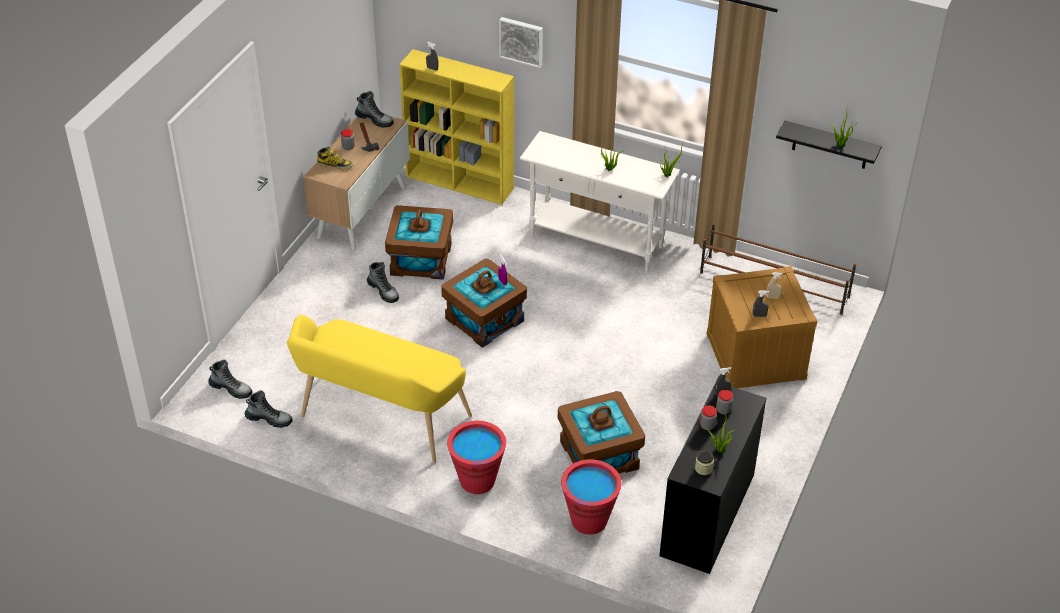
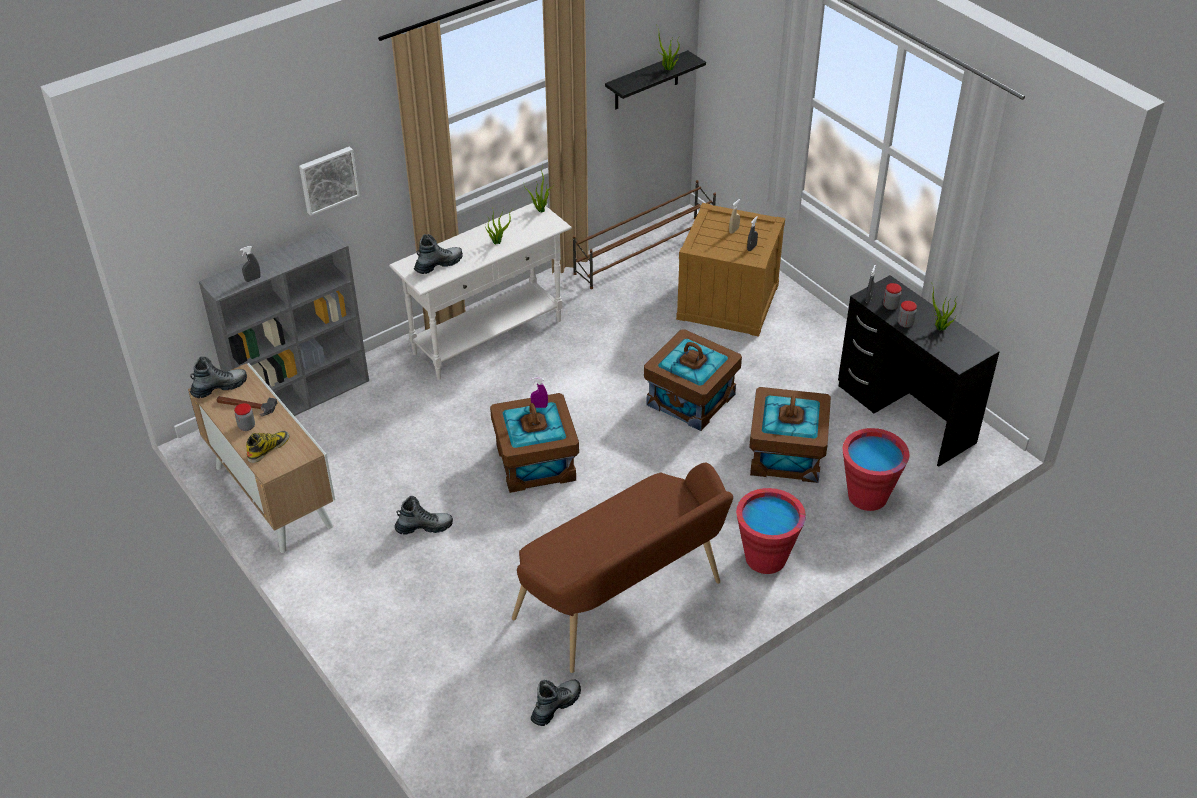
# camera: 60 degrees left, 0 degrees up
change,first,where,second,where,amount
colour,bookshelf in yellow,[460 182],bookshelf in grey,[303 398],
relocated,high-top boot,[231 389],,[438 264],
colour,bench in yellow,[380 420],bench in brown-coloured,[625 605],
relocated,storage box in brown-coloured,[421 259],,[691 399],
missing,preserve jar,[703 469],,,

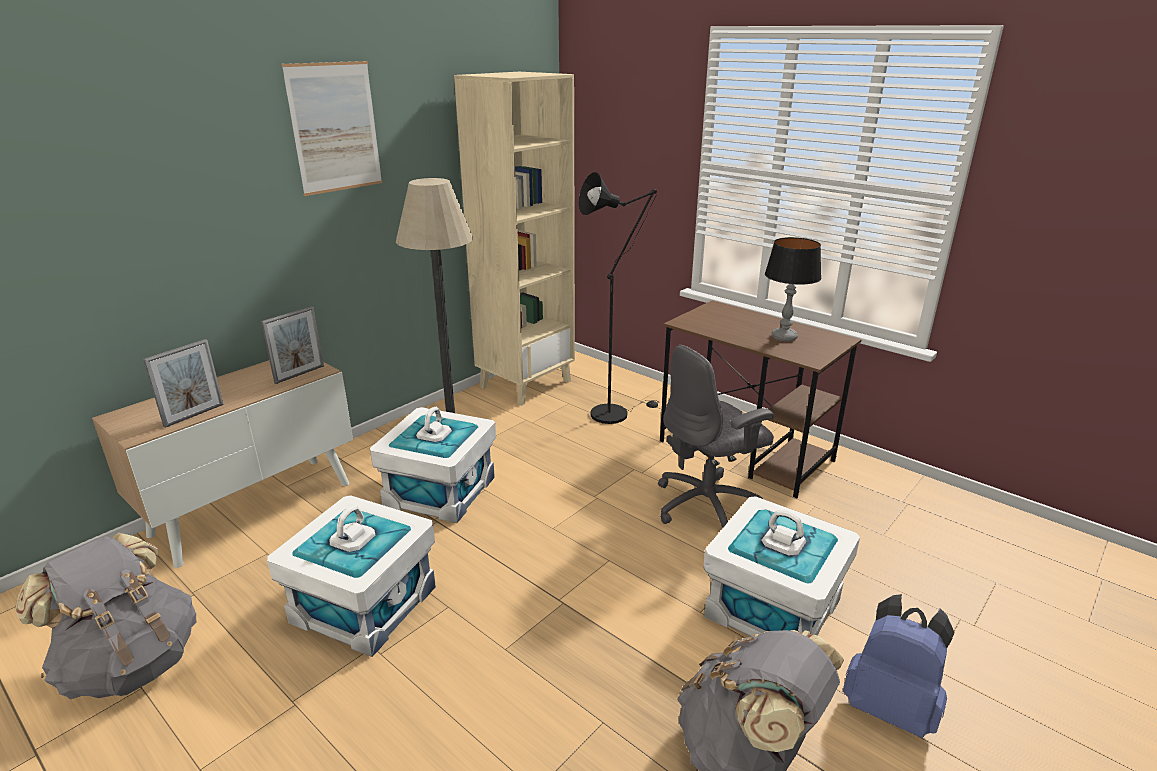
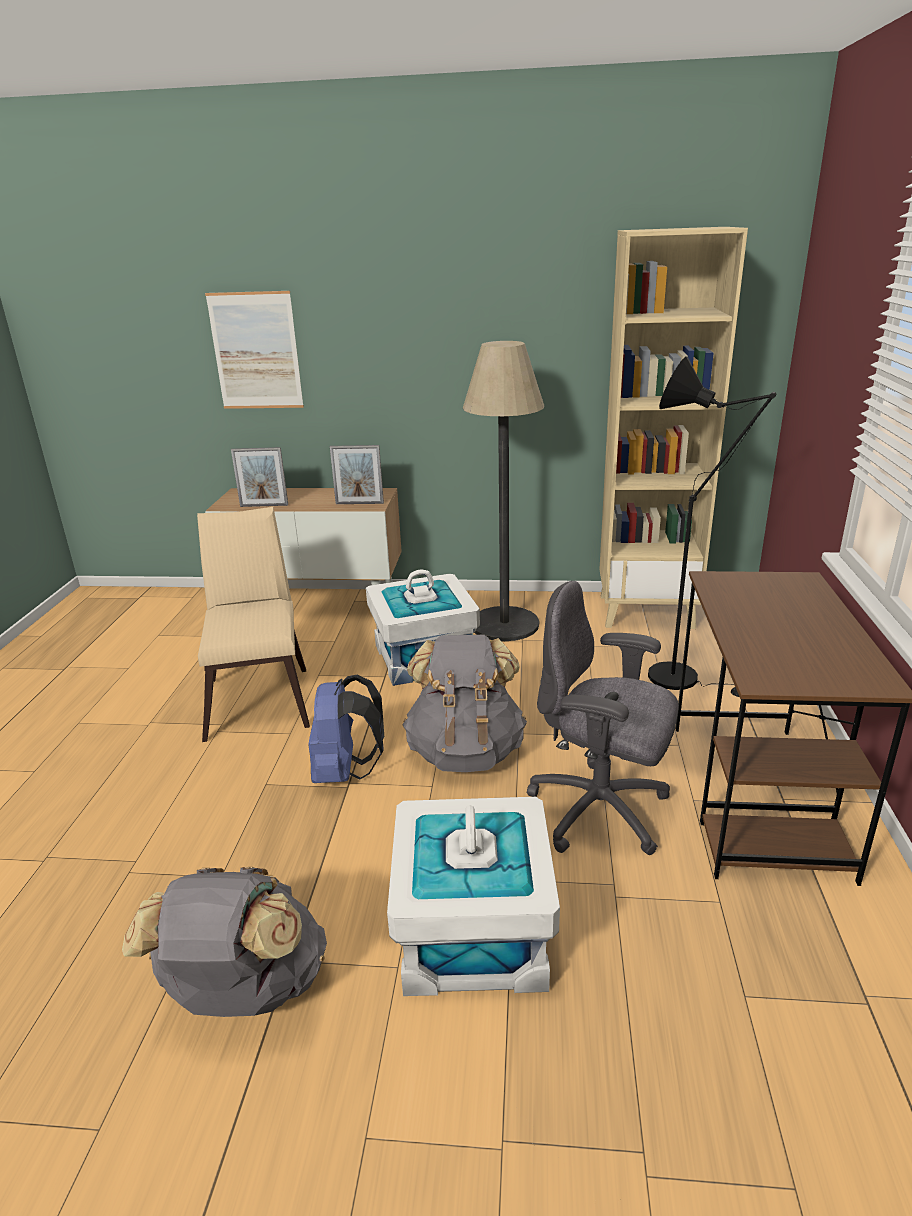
# camera: 55 degrees right, 0 degrees up
change,first,where,second,where,amount
exchanged,storage box in white,[363 604],chair in beige,[260 697],
relocated,wall picture,[335 128],,[256 351],
relocated,knapsack in blue-coloured,[890 707],,[345 772],
relocated,knapsack in grey,[131 663],,[465 751],
missing,tabletop lamp,[784 337],,,

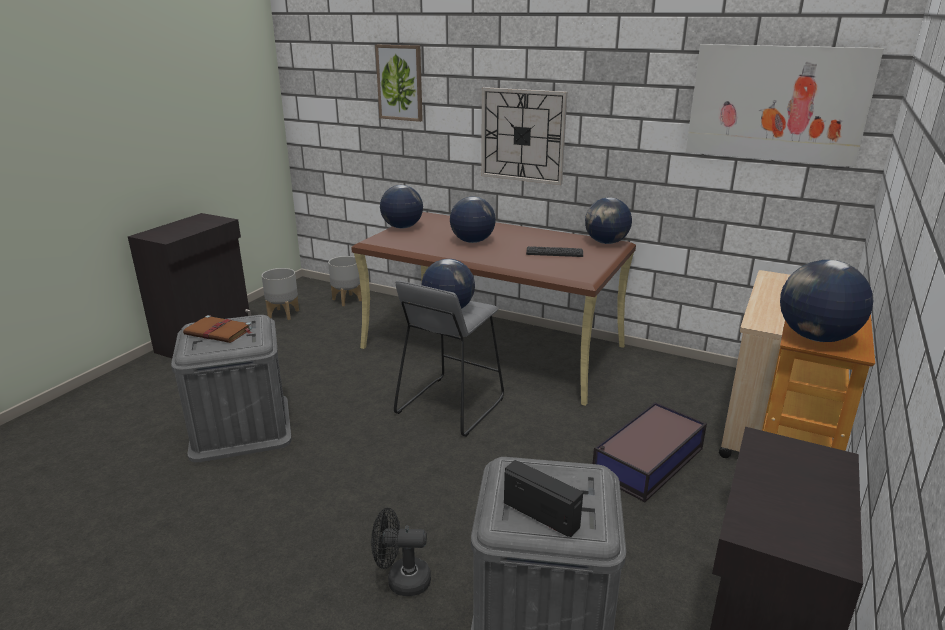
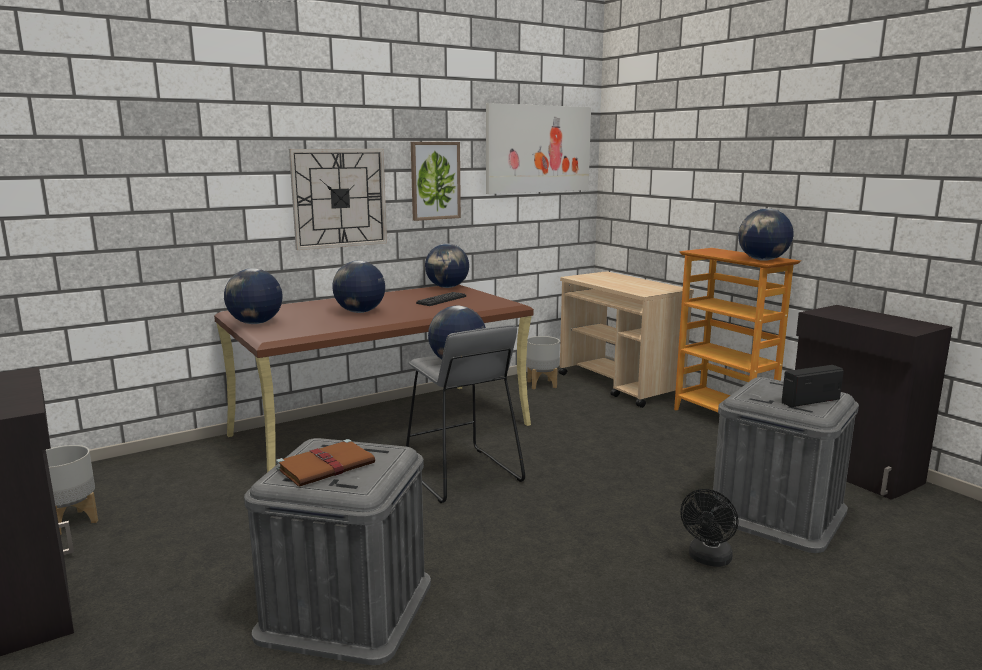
# camera: 60 degrees left, 10 degrees down
change,first,where,second,where,amount
relocated,wall picture,[400 83],,[435 180],
relocated,flower pot in grey,[347 300],,[541 384],
missing,storage box,[647 461],,,

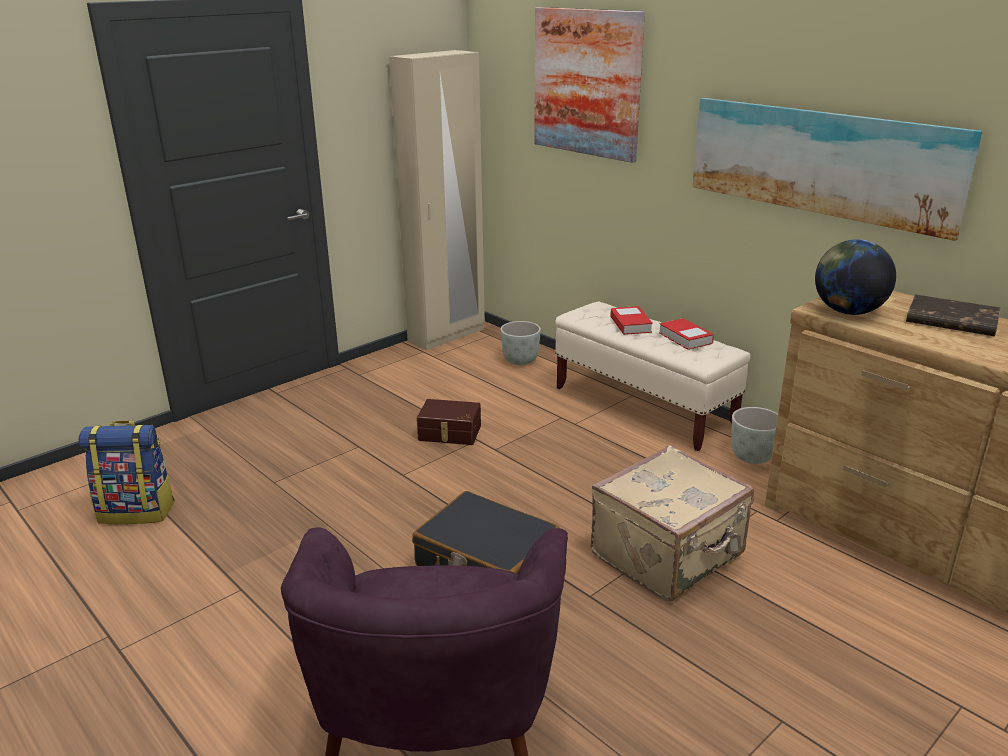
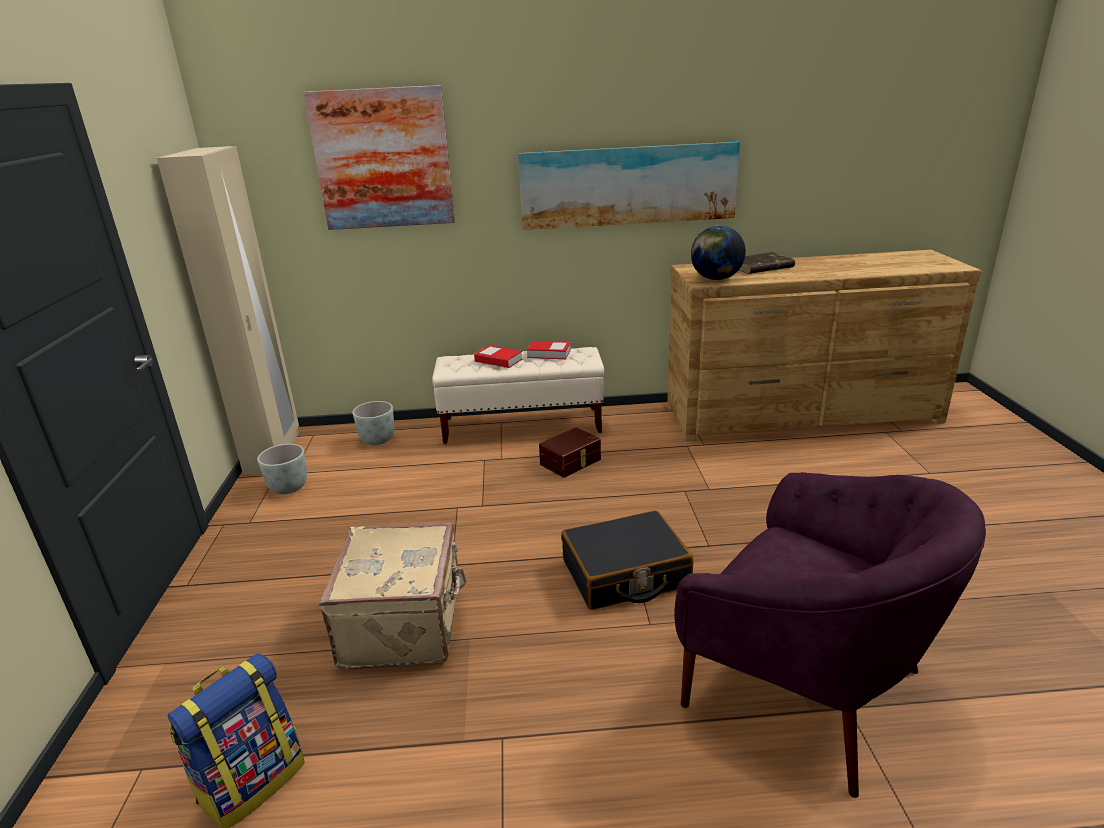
# camera: 50 degrees left, 0 degrees up
change,first,where,second,where,amount
relocated,flower pot in grey,[753 457],,[289 488],
relocated,travel case in beige,[669 556],,[405 624],
relocated,storage box in brown-coloured,[449 433],,[571 462],

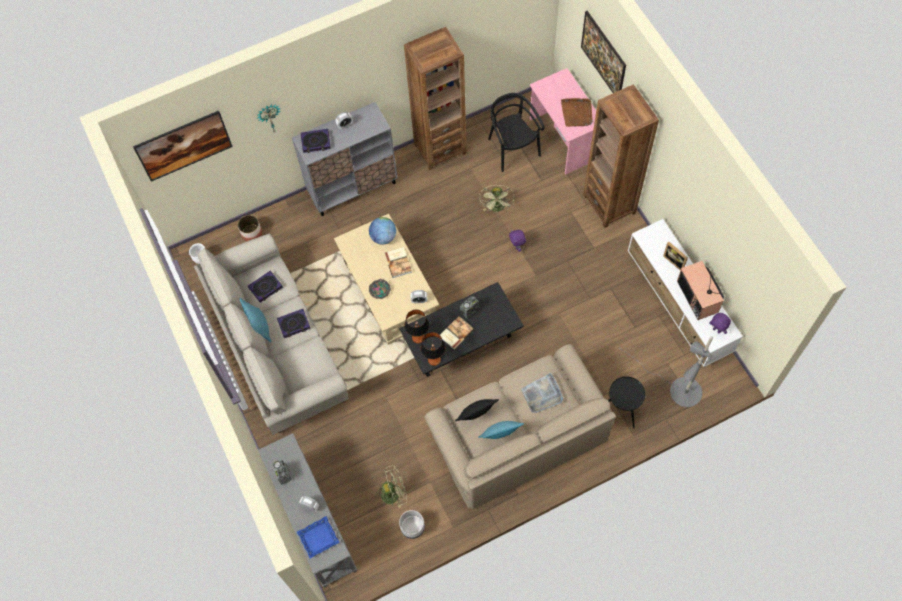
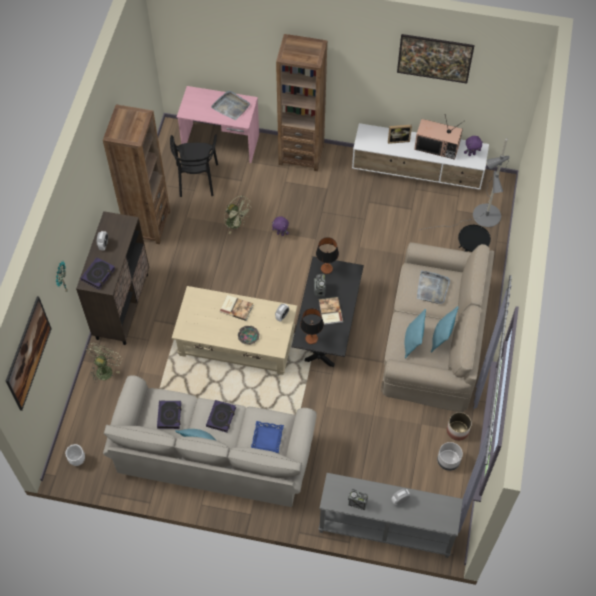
# camera: 55 degrees left, 5 degrees down
change,first,where,second,where,amount
colour,storage cabinet in grey,[353 188],storage cabinet in brown-coloured,[122 306],
relocated,cooling fan in green,[393 493],,[105 369],
spun,chair in blackish,[512 149],,[197 179],105 degrees counterclockwise
colour,tray in brown-coloured,[577 113],tray in grey,[231 106],
relocated,tray in blue-coloured,[318 538],,[267 438],
relocated,tabletop lamp,[434 359],,[326 269],
relocated,wall picture,[602 64],,[433 67],
colour,cushion in blackish,[476 415],cushion in turquoise,[412 342],
relocated,flower pot,[251 233],,[457 430],
missing,globe,[383 237],,,

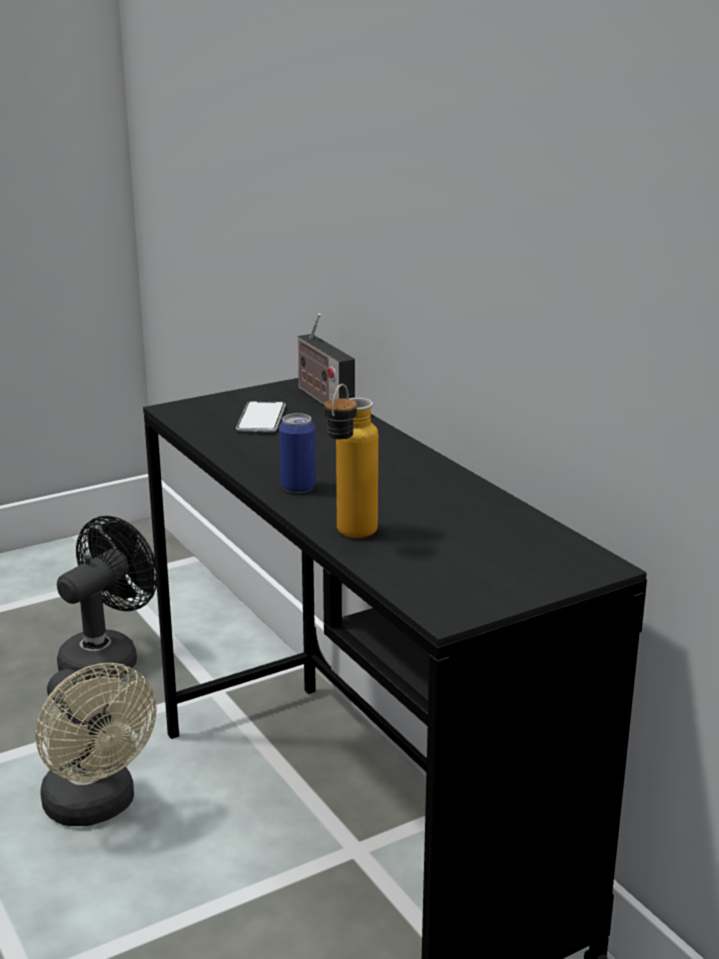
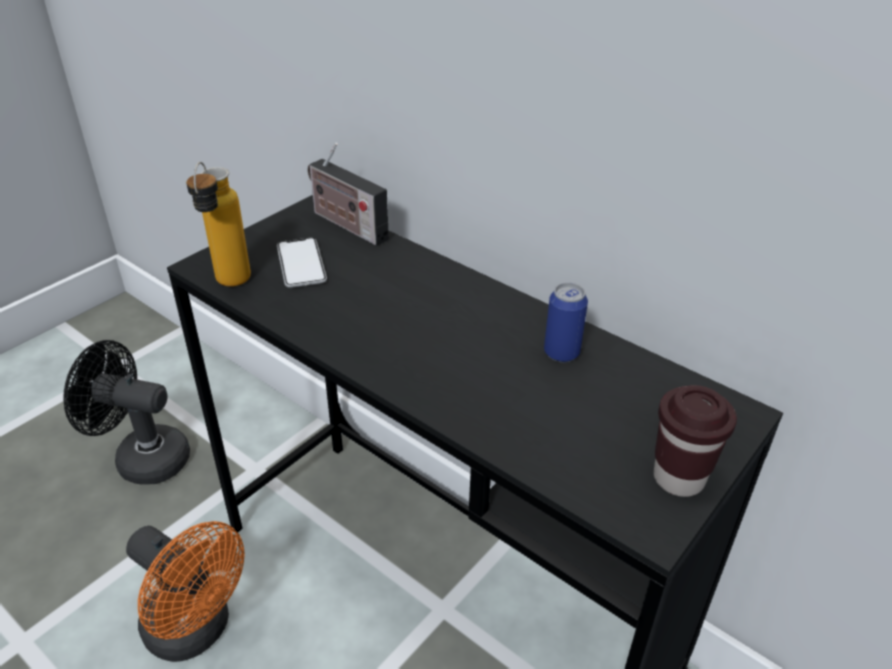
# camera: 20 degrees left, 15 degrees up
change,first,where,second,where,amount
spun,cooling fan in blackish,[107 658],,[142 457],90 degrees counterclockwise
colour,cooling fan in beige,[96 807],cooling fan in orangey,[196 631],
relocated,bottle,[350 538],,[229 286],
relocated,metal can,[298 487],,[561 353],
appeared,,,small cup in brown-coloured,[678 478],

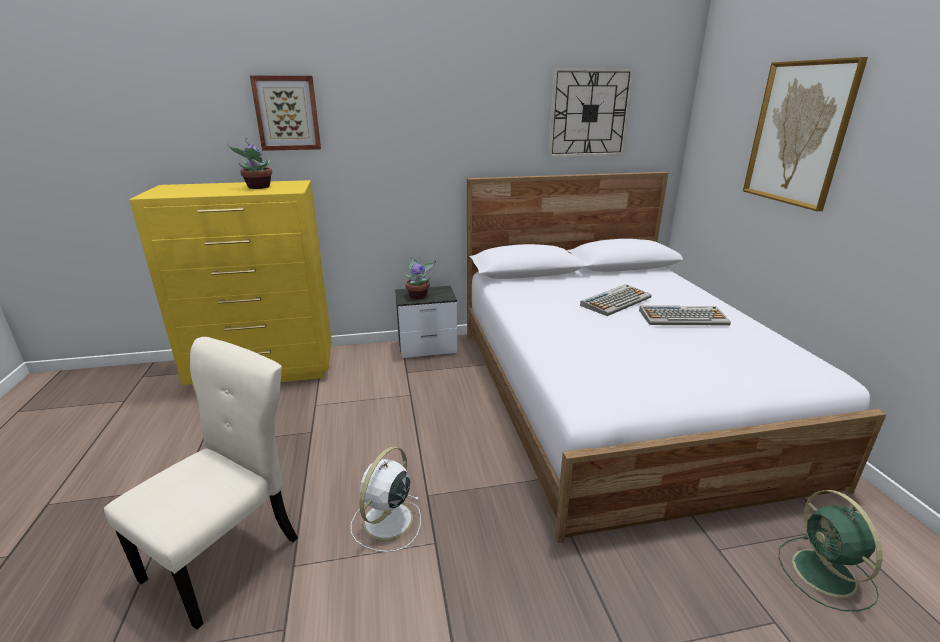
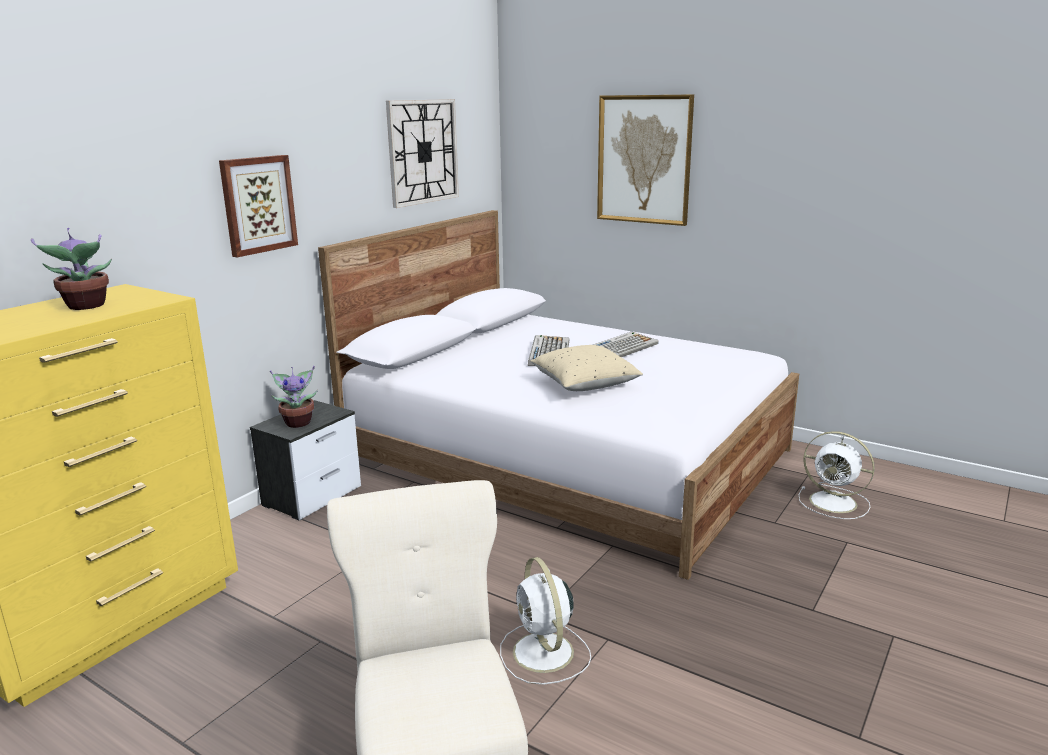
# camera: 45 degrees left, 5 degrees down
change,first,where,second,where,amount
relocated,wall picture,[287 113],,[258 204],
appeared,,,cushion in beige,[585 385],
colour,cooling fan in green,[826 575],cooling fan in white,[835 503],

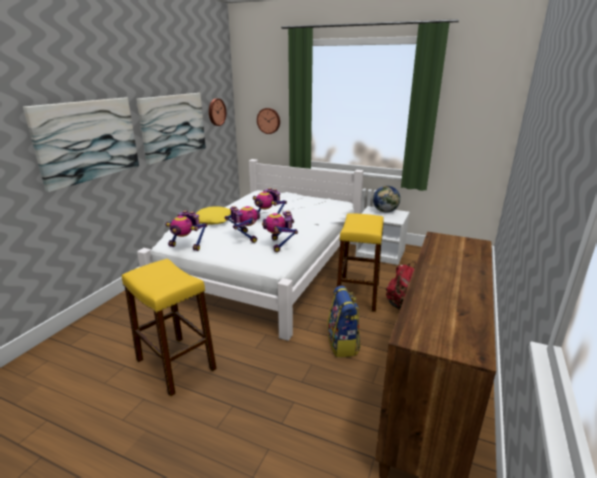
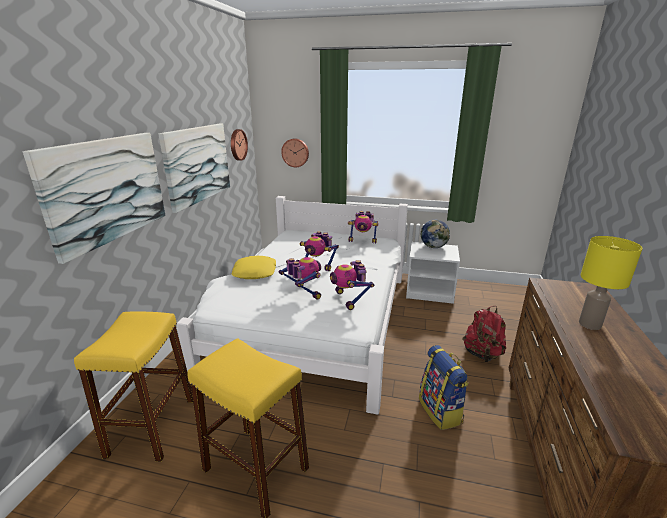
# camera: 10 degrees left, 0 degrees up
change,first,where,second,where,amount
relocated,sitting stool in yellow,[357 295],,[152 426],
relocated,toy robot,[187 246],,[363 241],
appeared,,,tabletop lamp in yellow,[590 324],

